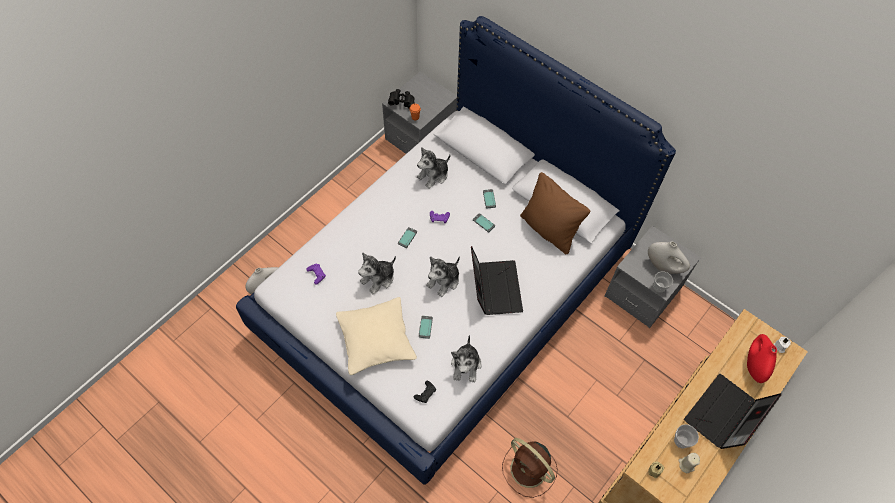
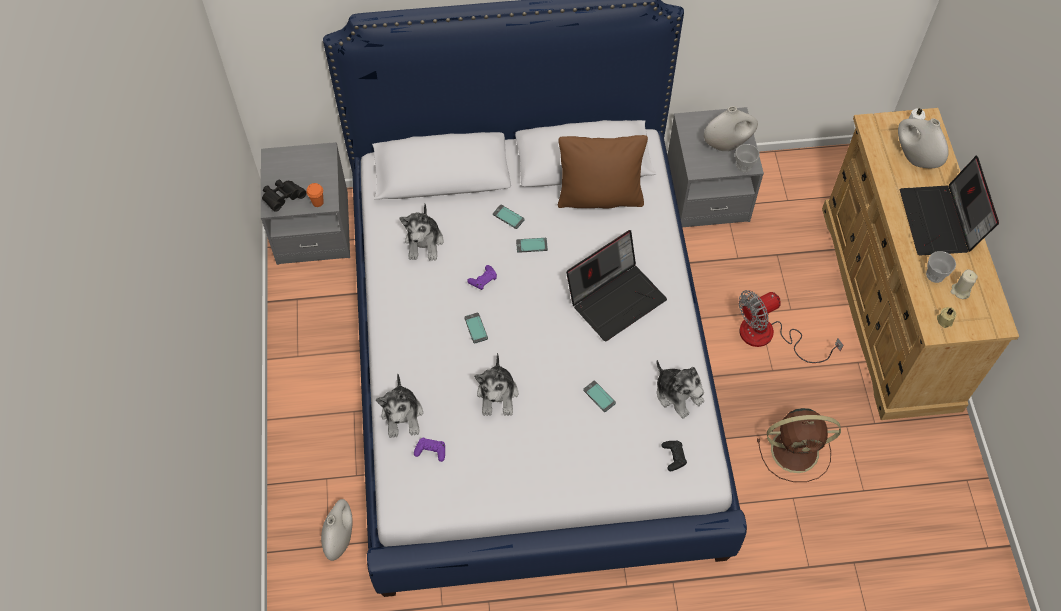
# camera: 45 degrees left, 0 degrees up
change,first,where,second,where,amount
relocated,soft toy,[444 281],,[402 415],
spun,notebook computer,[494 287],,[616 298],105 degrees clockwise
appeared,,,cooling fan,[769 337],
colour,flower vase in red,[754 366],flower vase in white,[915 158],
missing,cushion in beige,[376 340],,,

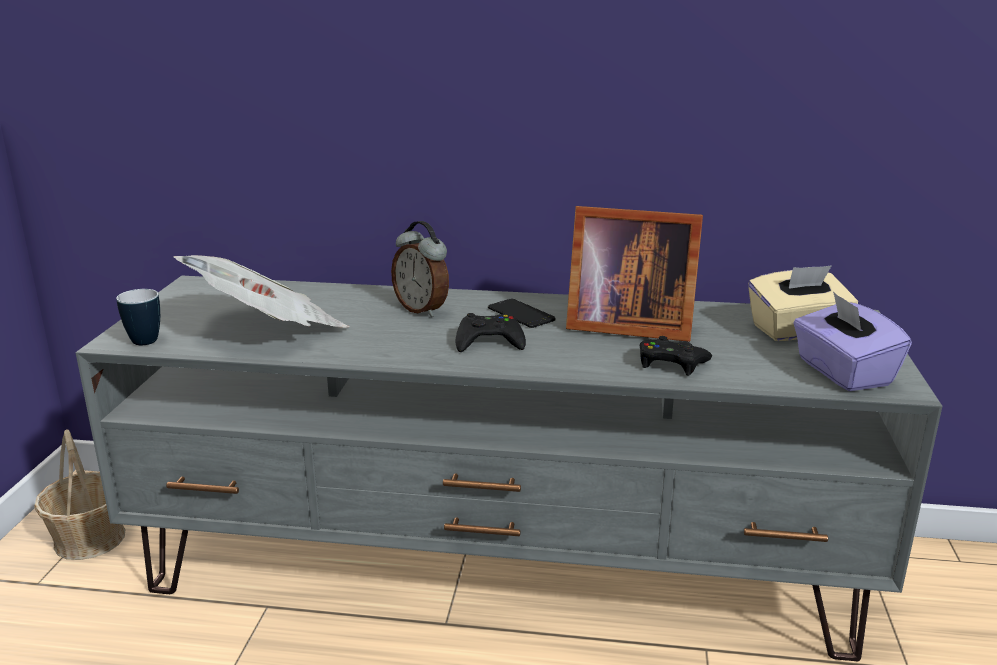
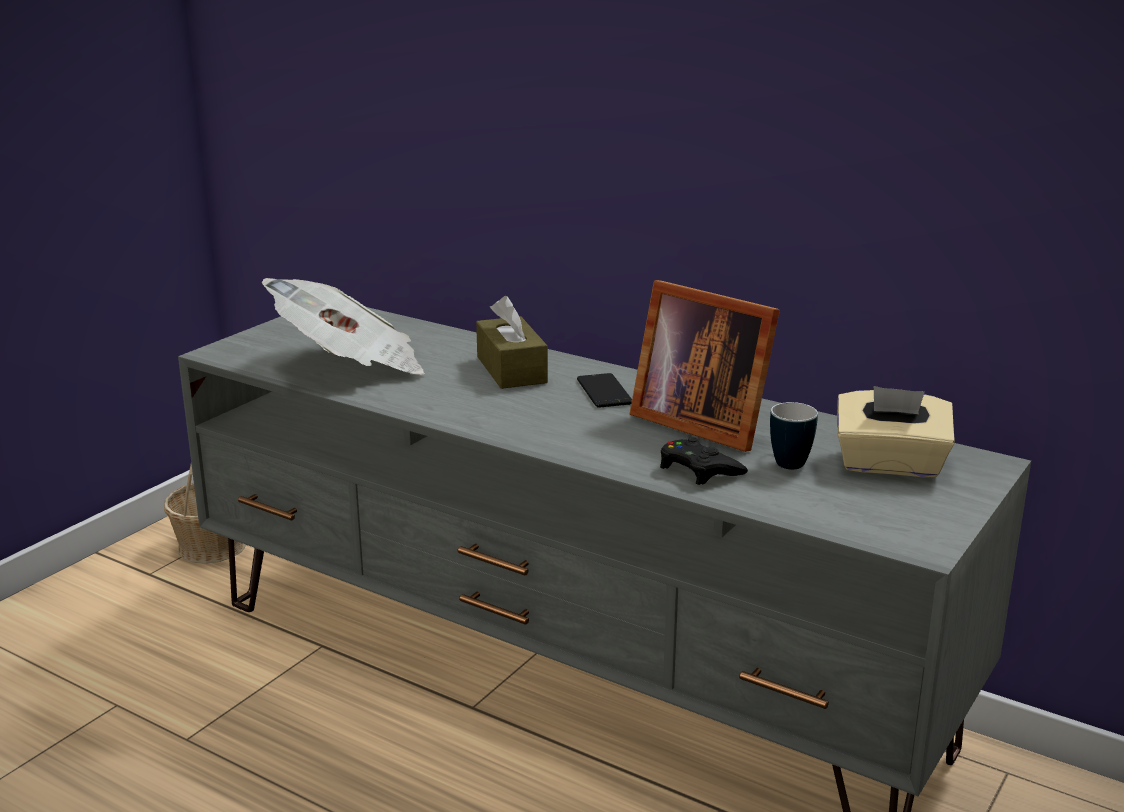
# camera: 25 degrees right, 0 degrees up
change,first,where,second,where,amount
exchanged,alarm clock,[422 310],box of tissues in brown-coloured,[511 370],
relocated,tea mug,[143 339],,[787 460],
missing,game controller in blackish,[489 341],,,
missing,box of tissues in purple-coloured,[842 372],,,

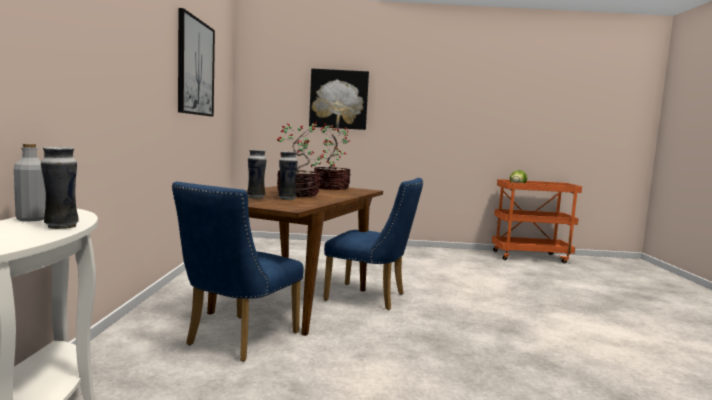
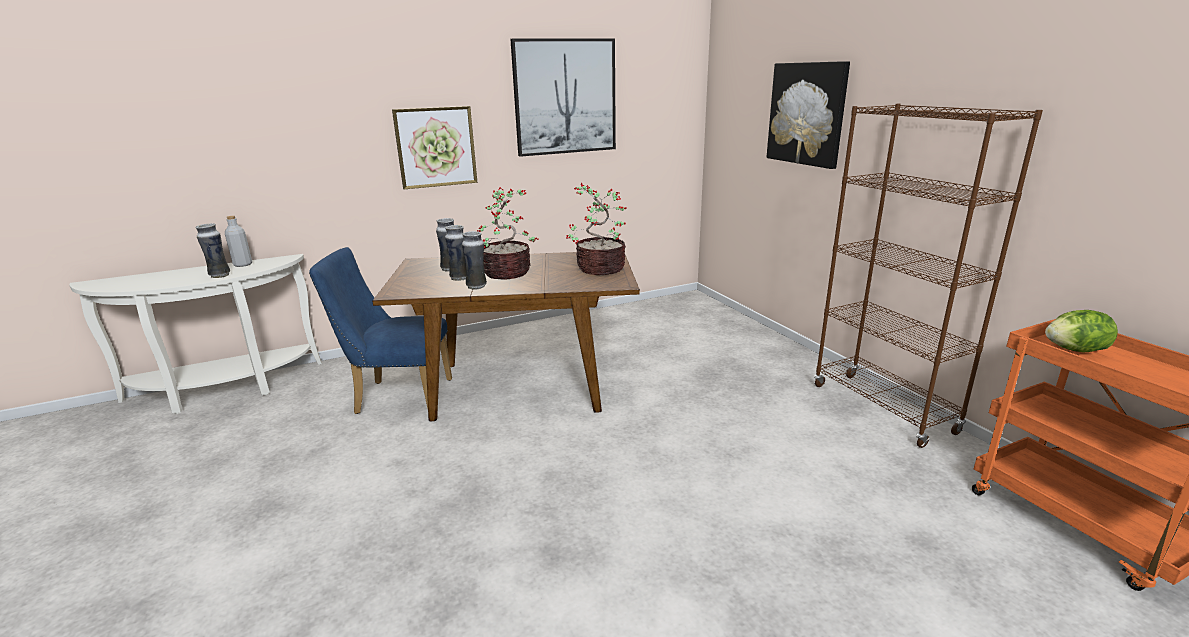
# camera: 65 degrees right, 15 degrees up
change,first,where,second,where,amount
appeared,,,wall picture,[436 147],
appeared,,,flower vase,[477 286],
appeared,,,bookshelf in brown-coloured,[882 409],
missing,chair in blue-coloured,[371 298],,,

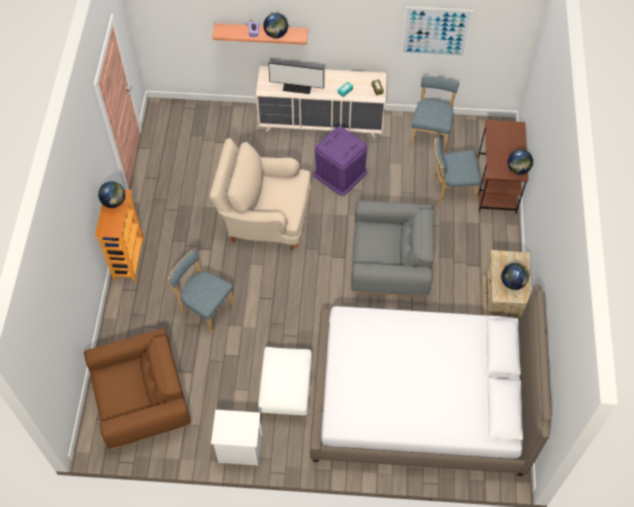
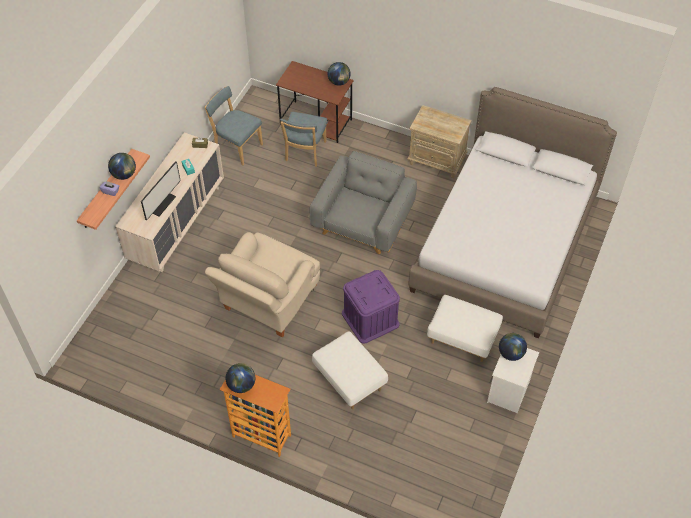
# camera: 70 degrees left, 5 degrees down
change,first,where,second,where,amount
exchanged,chair in blue-coloured,[205 308],ottoman in white,[349 380],
relocated,storage box in purple-coloured,[340 173],,[370 319],
relocated,globe,[512 283],,[511 353],
missing,easy chair in brown-coloured,[142 400],,,
missing,wall picture,[436 32],,,

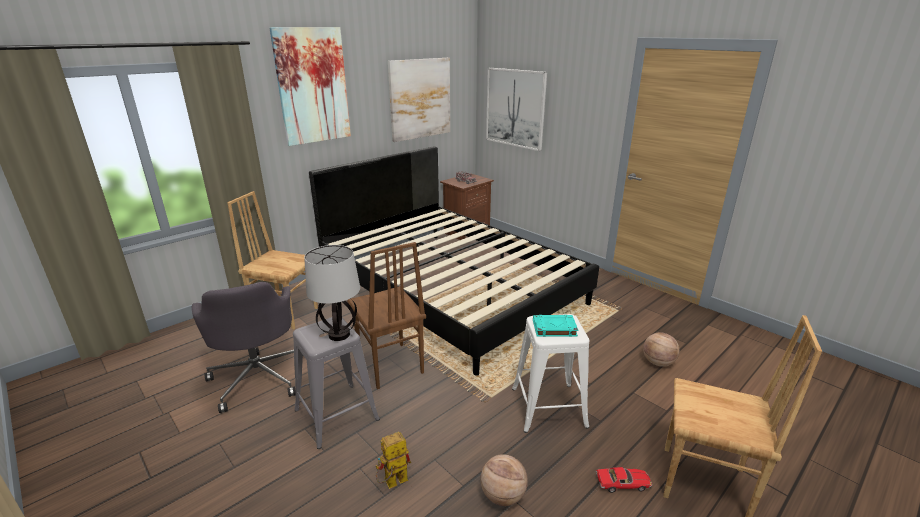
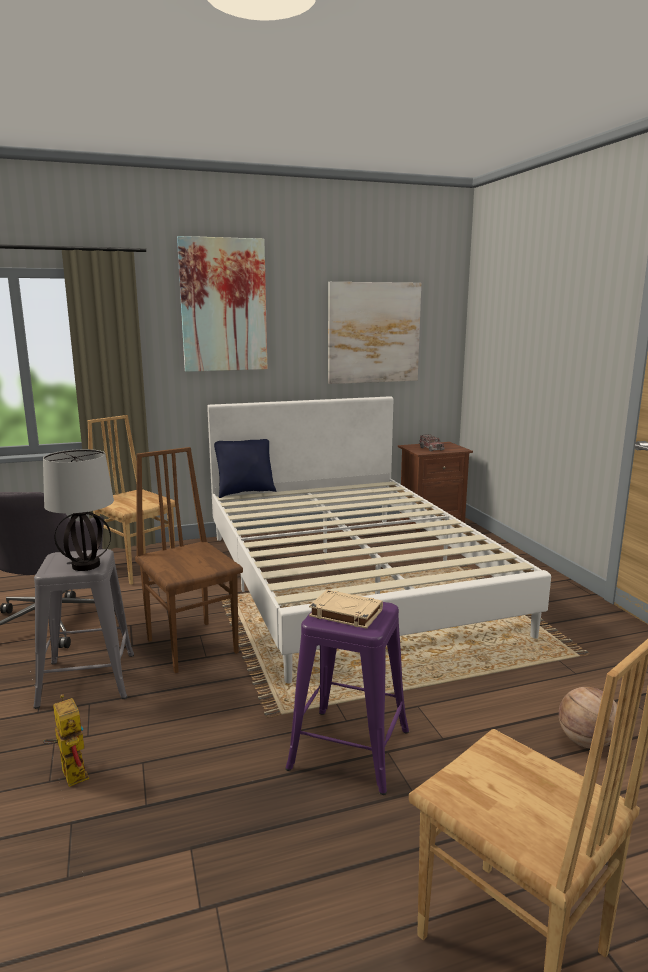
# camera: 25 degrees right, 10 degrees down
change,first,where,second,where,amount
spun,toy robot,[392 483],,[70 771],60 degrees clockwise
spun,chair in brown-coloured,[389 366],,[193 645],150 degrees clockwise
colour,bedroom bed in blackish,[450 288],bedroom bed in white,[349 579],
appeared,,,cushion in blue-coloured,[245 493],
colour,sitting stool in white,[548 407],sitting stool in purple-coloured,[349 749],
colour,volume in turquoise,[554 328],volume in beige,[345 613],
missing,basketball ball,[503 496],,,
missing,wall picture,[515 108],,,
missing,model car,[623 483],,,

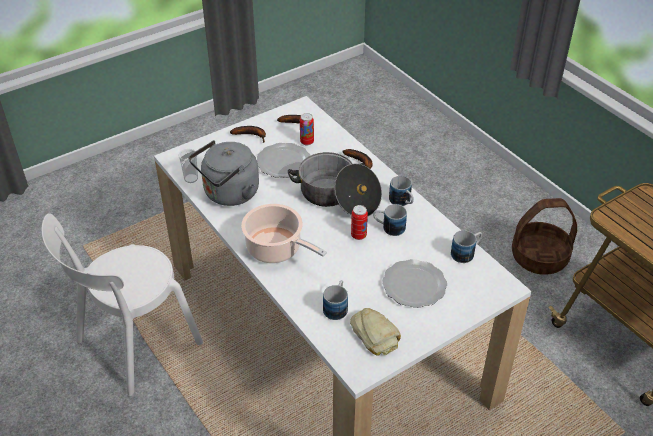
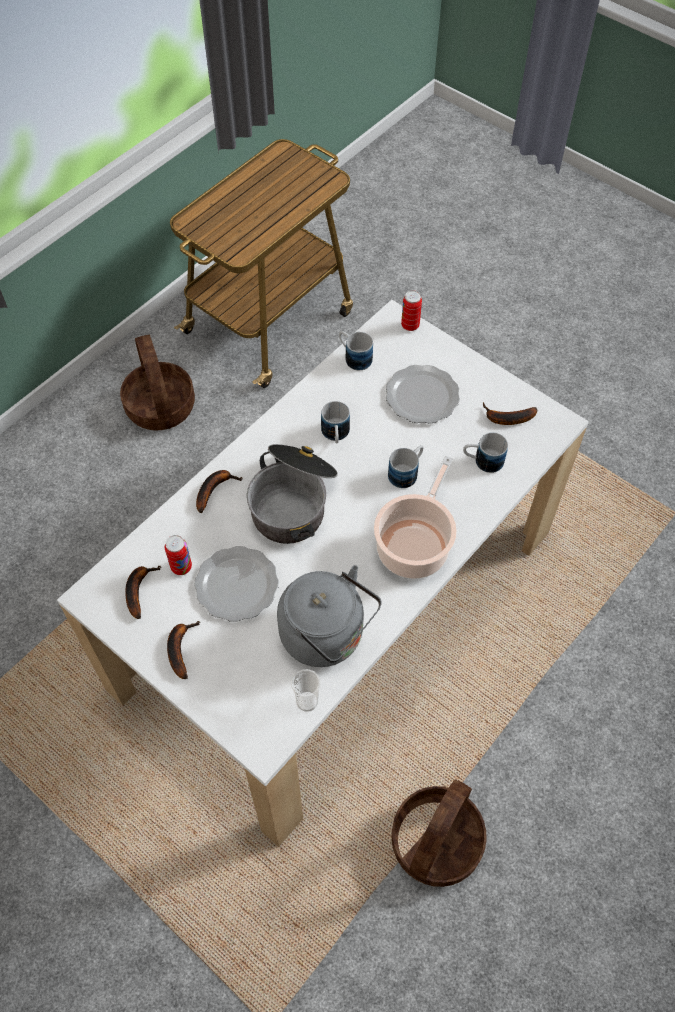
# camera: 105 degrees left, 15 degrees up
change,first,where,second,where,amount
relocated,tea mug,[402 202],,[407 472],
exchanged,chair in white,[134 345],household basket,[436 842],
relocated,metal can,[358 235],,[410 325],
exchanged,baked bread,[375 334],banana,[506 418],

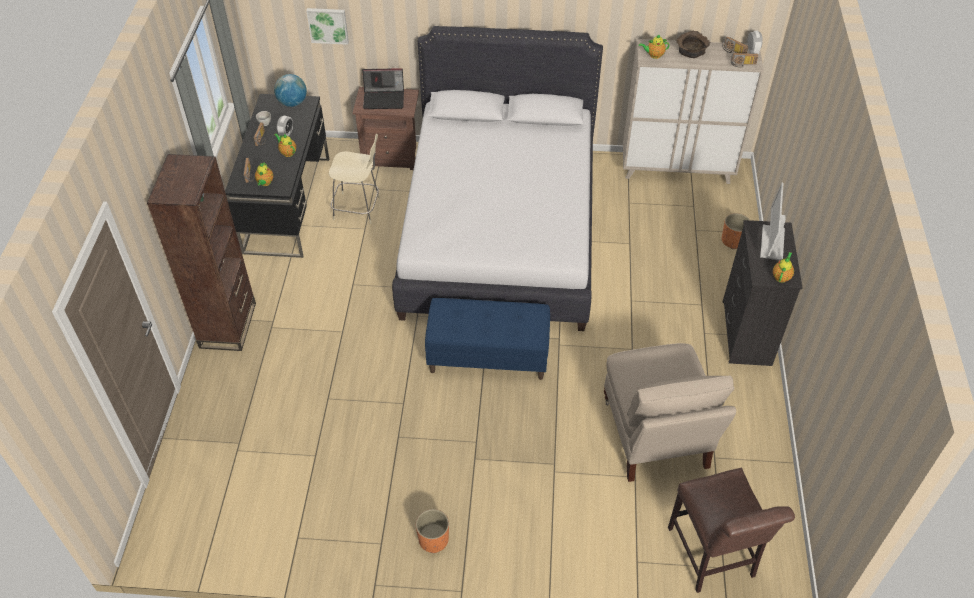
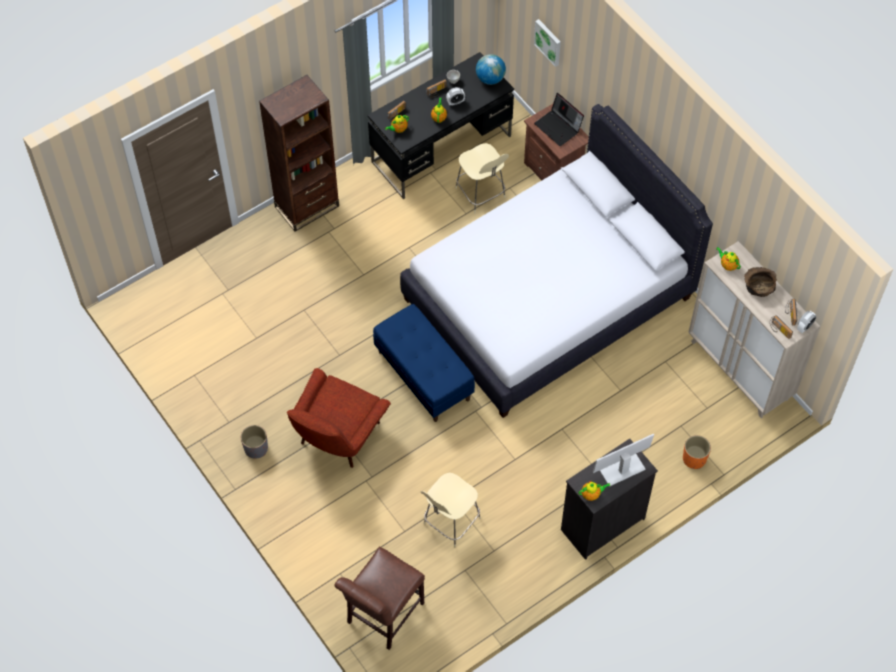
# camera: 50 degrees right, 10 degrees up
change,first,where,second,where,amount
colour,flower pot in orangey,[433 540],flower pot in grey,[256 448],
appeared,,,easy chair in red,[337 437],
exchanged,chair in beige,[655 435],sitting stool in beige,[450 522],

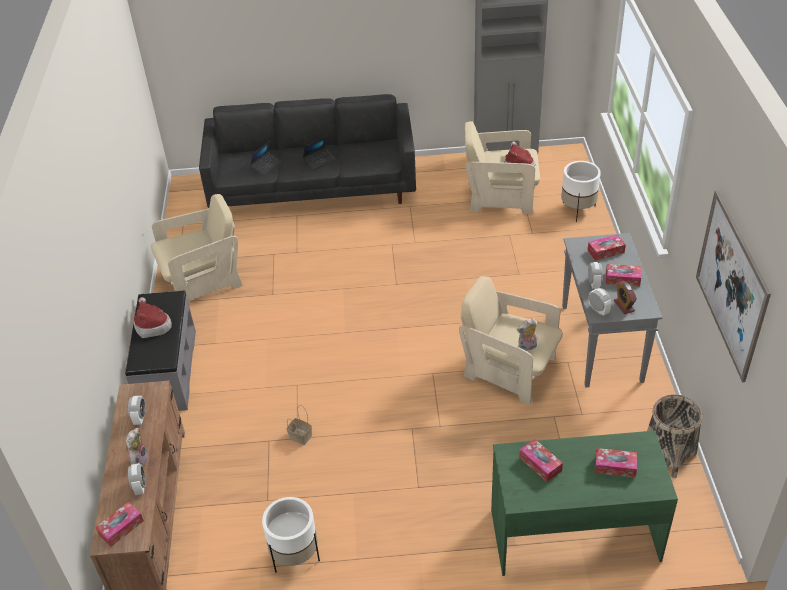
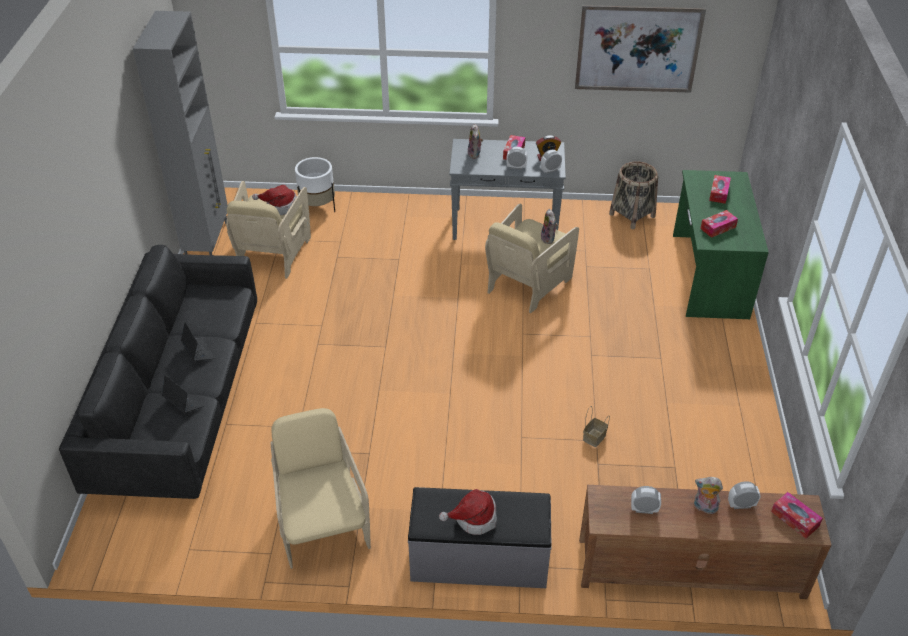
# camera: 85 degrees left, 0 degrees up
change,first,where,second,where,amount
exchanged,box of tissues,[605 251],soft toy,[475 154],
missing,flower pot in white,[295 555],,,

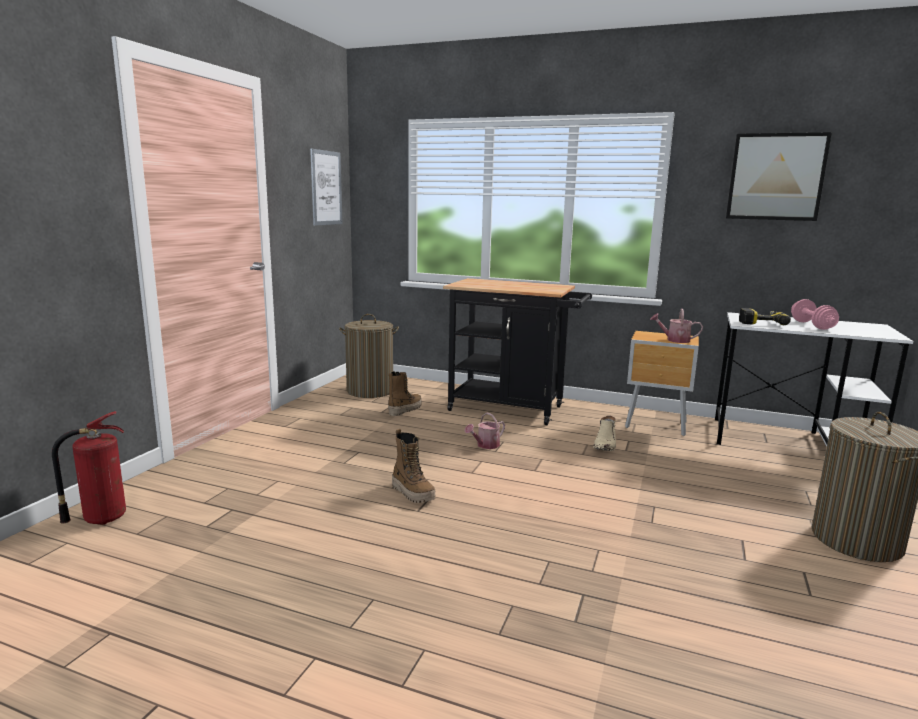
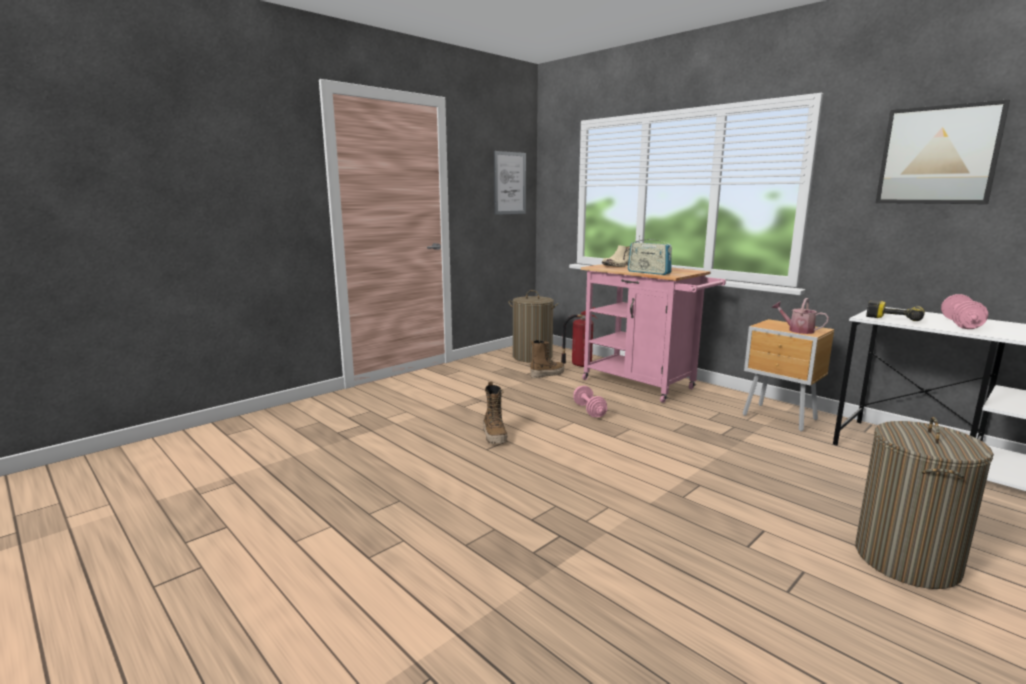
# camera: 25 degrees right, 0 degrees up
change,first,where,second,where,amount
relocated,fire-fighting cylinder,[102 518],,[580 365],
exchanged,watering can,[485 445],dumbbell in pink-coloured,[589 411],
colour,trolley in blackish,[513 409],trolley in pink-coloured,[644 385],
relocated,high-top boot in beige,[605 444],,[618 265],
appeared,,,radio receiver,[649 272],

